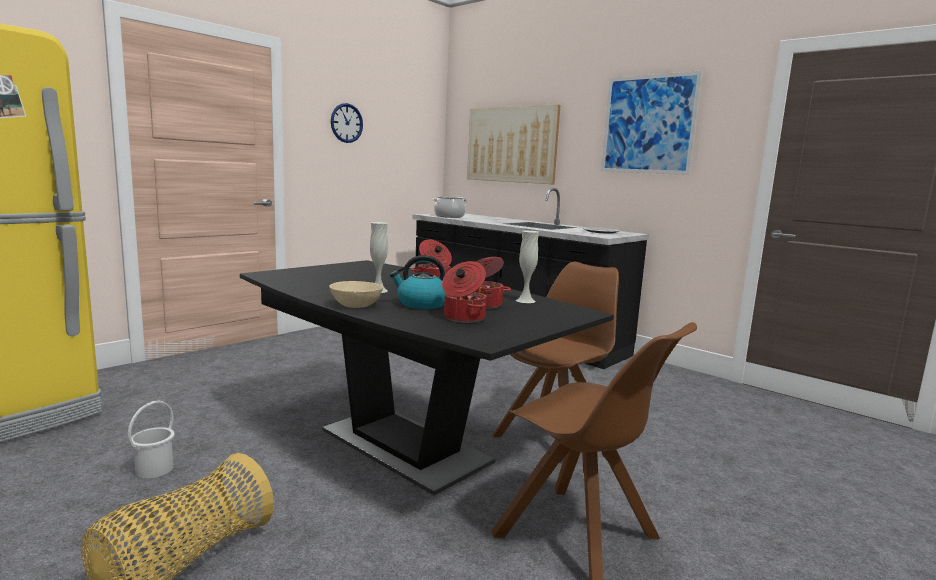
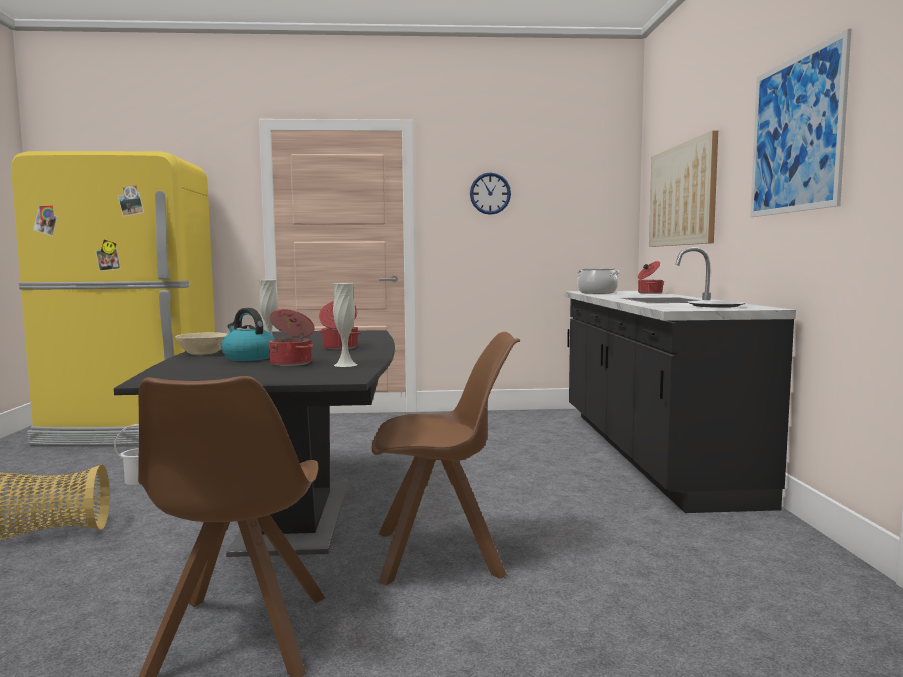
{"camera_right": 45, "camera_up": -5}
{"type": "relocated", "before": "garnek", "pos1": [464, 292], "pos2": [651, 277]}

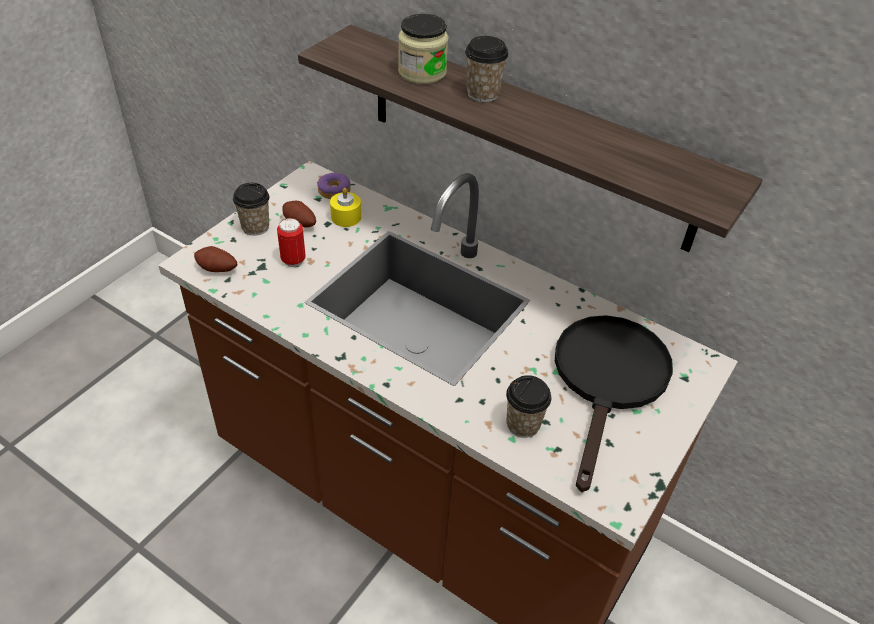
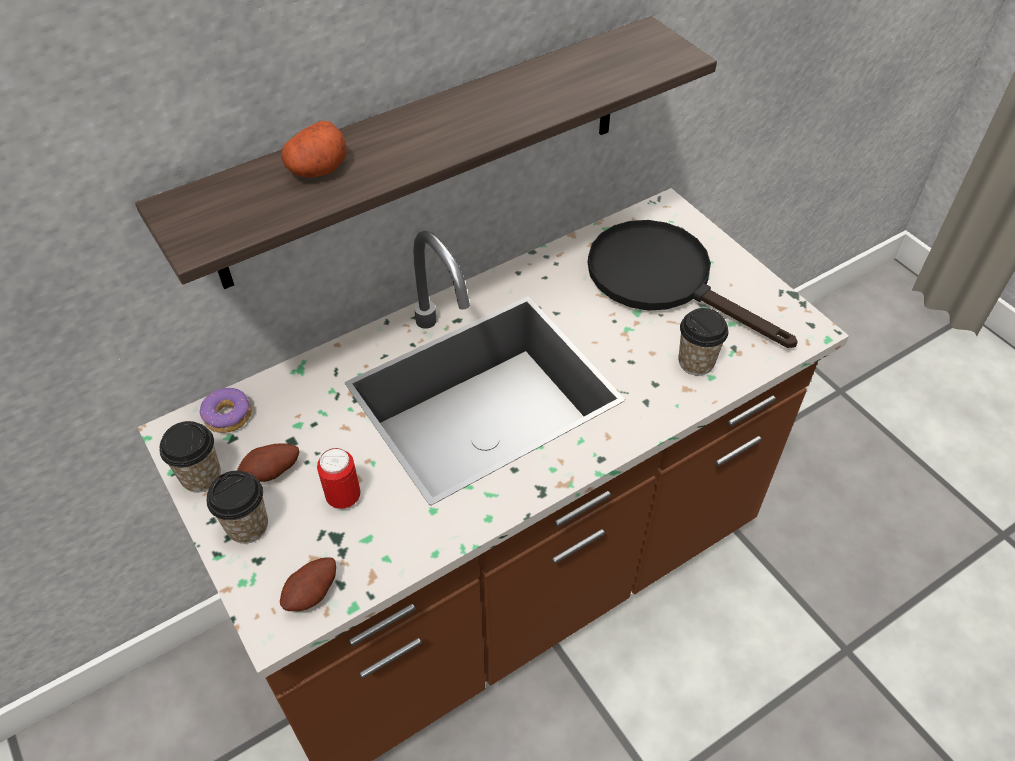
{"camera_right": -65, "camera_up": 5}
{"type": "missing", "before": "świeca [żółty]", "pos1": [345, 207]}
{"type": "relocated", "before": "filiżanka", "pos1": [486, 69], "pos2": [190, 457]}
{"type": "exchanged", "before": "słoik", "after": "ziemniak", "pos1": [423, 49], "pos2": [314, 149]}

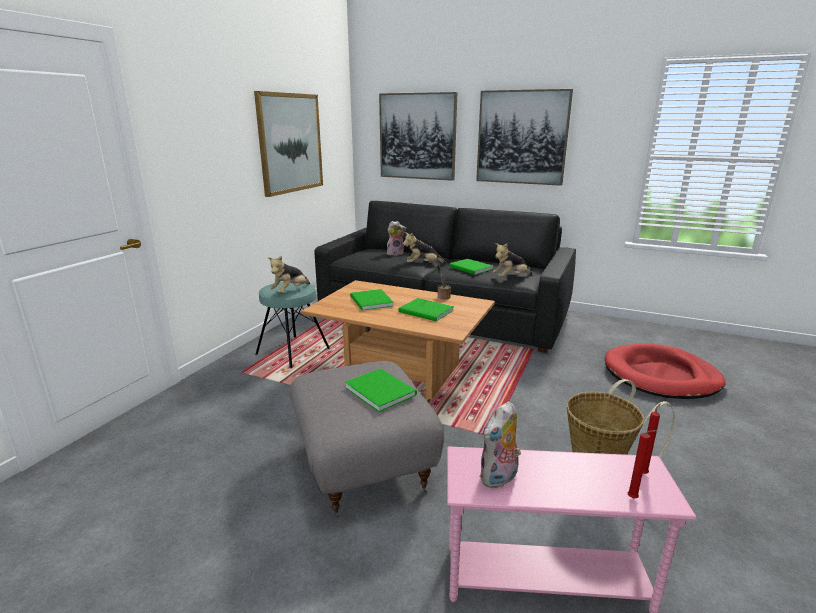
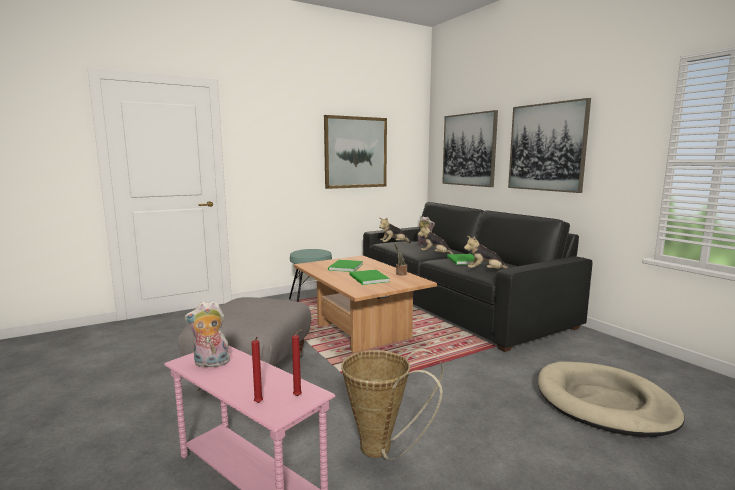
{"camera_right": 35, "camera_up": -10}
{"type": "missing", "before": "książka [zielony]", "pos1": [380, 390]}
{"type": "relocated", "before": "pluszak", "pos1": [289, 274], "pos2": [395, 230]}
{"type": "colour", "before": "legowisko [czerwony]", "after": "legowisko [beżowy]", "pos1": [665, 371], "pos2": [611, 398]}

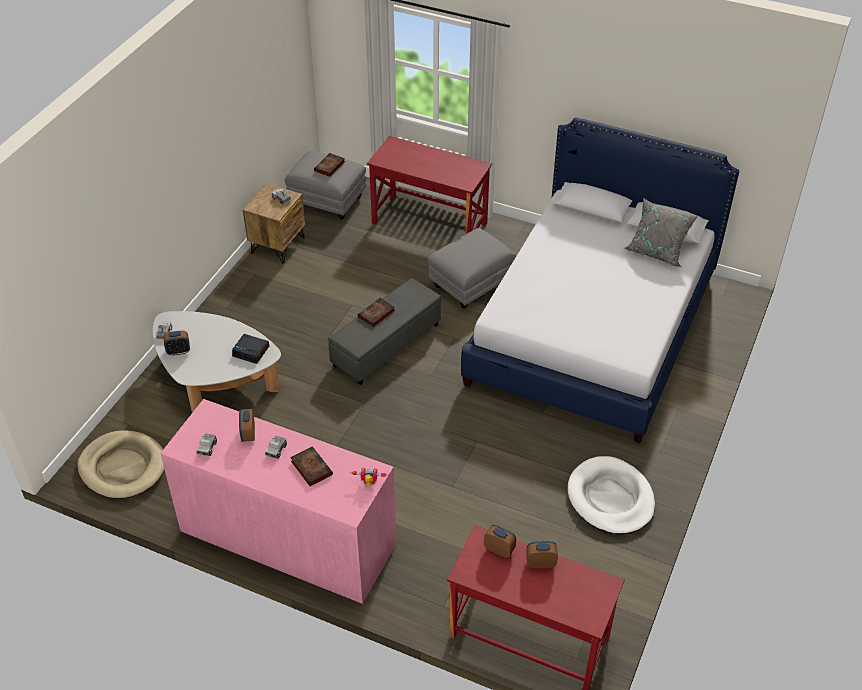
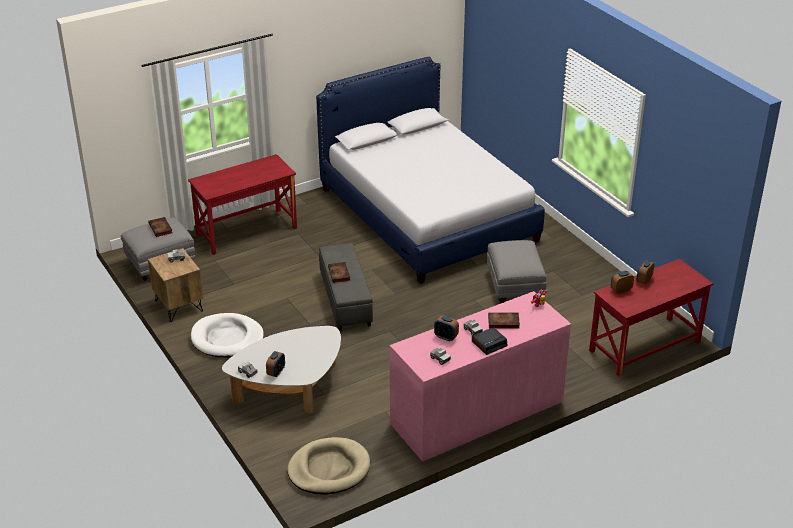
{"camera_right": -55, "camera_up": -10}
{"type": "missing", "before": "poduszka [szary]", "pos1": [661, 232]}
{"type": "relocated", "before": "budzik", "pos1": [250, 349], "pos2": [490, 341]}
{"type": "relocated", "before": "pufa [szary]", "pos1": [472, 268], "pos2": [516, 271]}
{"type": "relocated", "before": "legowisko [biały]", "pos1": [611, 495], "pos2": [227, 335]}

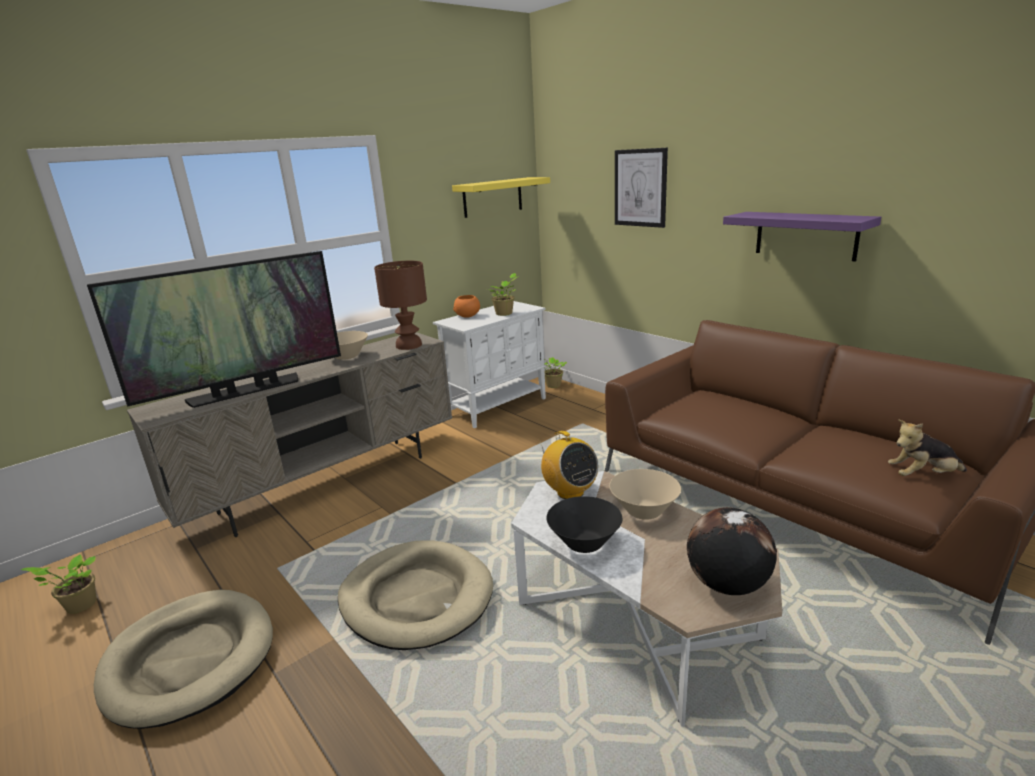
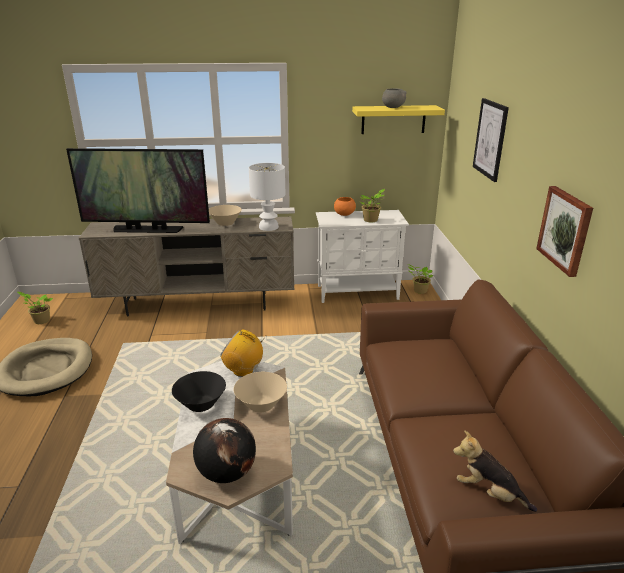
{"camera_right": 35, "camera_up": 5}
{"type": "missing", "before": "legowisko [beżowy]", "pos1": [415, 595]}
{"type": "appeared", "after": "miska [szary]", "pos2": [394, 98]}
{"type": "exchanged", "before": "półka [fioletowy]", "after": "obraz", "pos1": [802, 237], "pos2": [564, 231]}
{"type": "colour", "before": "lampa stołowa [brązowy]", "after": "lampa stołowa [biały]", "pos1": [400, 305], "pos2": [267, 197]}
{"type": "spun", "before": "radio", "pos1": [568, 465], "pos2": [243, 353], "turn": 105}

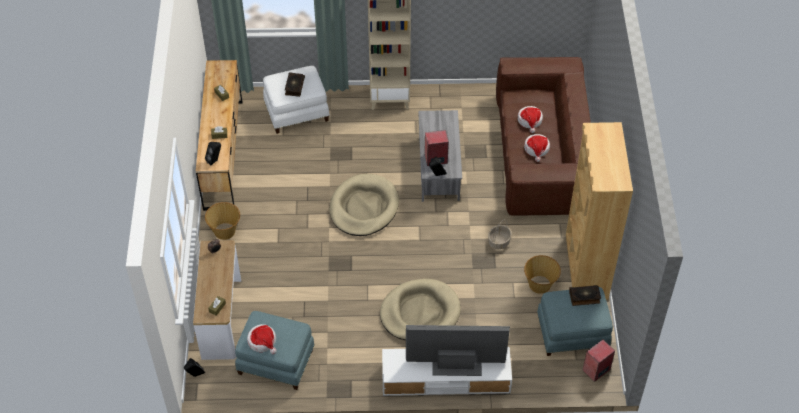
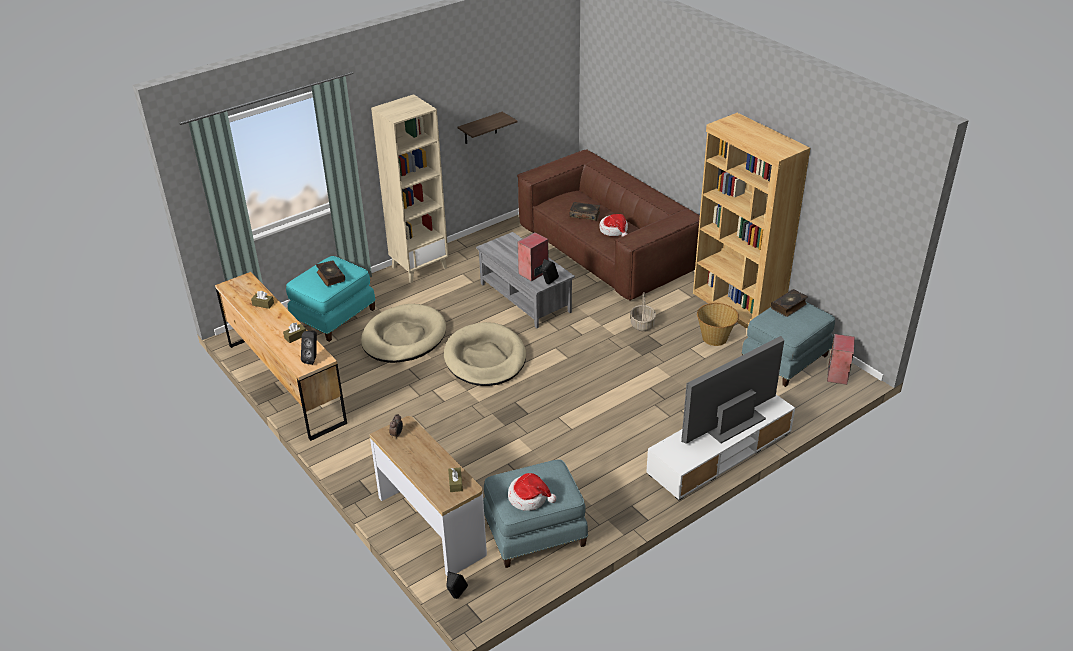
{"camera_right": -35, "camera_up": -15}
{"type": "missing", "before": "koszyk", "pos1": [222, 221]}
{"type": "appeared", "after": "półka", "pos2": [488, 128]}
{"type": "relocated", "before": "legowisko [beżowy]", "pos1": [420, 310], "pos2": [403, 333]}
{"type": "exchanged", "before": "kapelusz", "after": "książka", "pos1": [530, 119], "pos2": [585, 211]}
{"type": "colour", "before": "pufa [biały]", "after": "pufa [turkusowy]", "pos1": [296, 100], "pos2": [331, 299]}

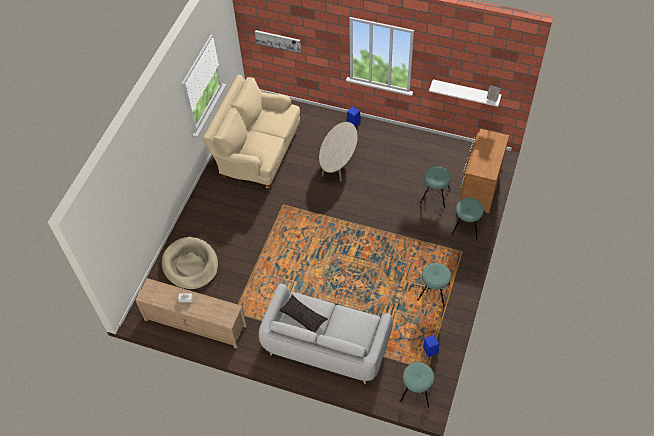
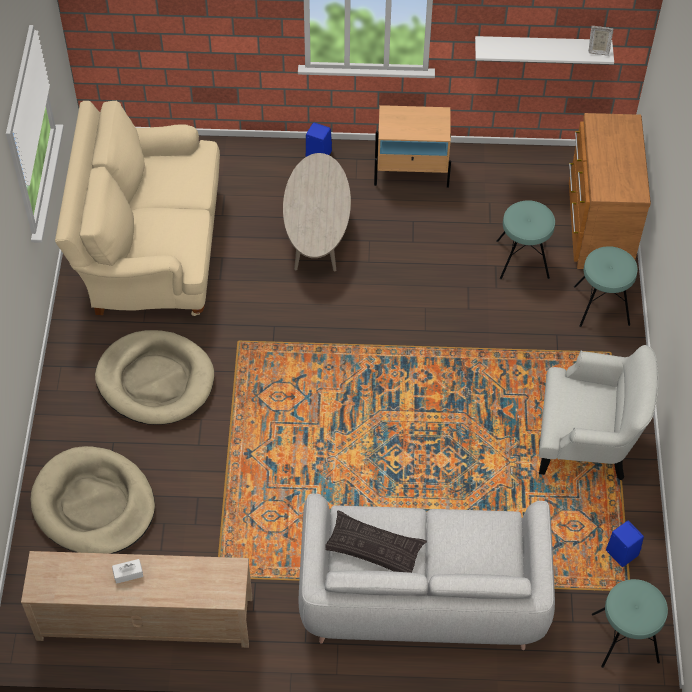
{"camera_right": -20, "camera_up": 0}
{"type": "missing", "before": "obraz", "pos1": [278, 41]}
{"type": "appeared", "after": "legowisko [beżowy]", "pos2": [154, 377]}
{"type": "appeared", "after": "szafka nocna [beżowy]", "pos2": [412, 146]}
{"type": "exchanged", "before": "stołek [turkusowy]", "after": "fotel [biały]", "pos1": [434, 285], "pos2": [598, 412]}

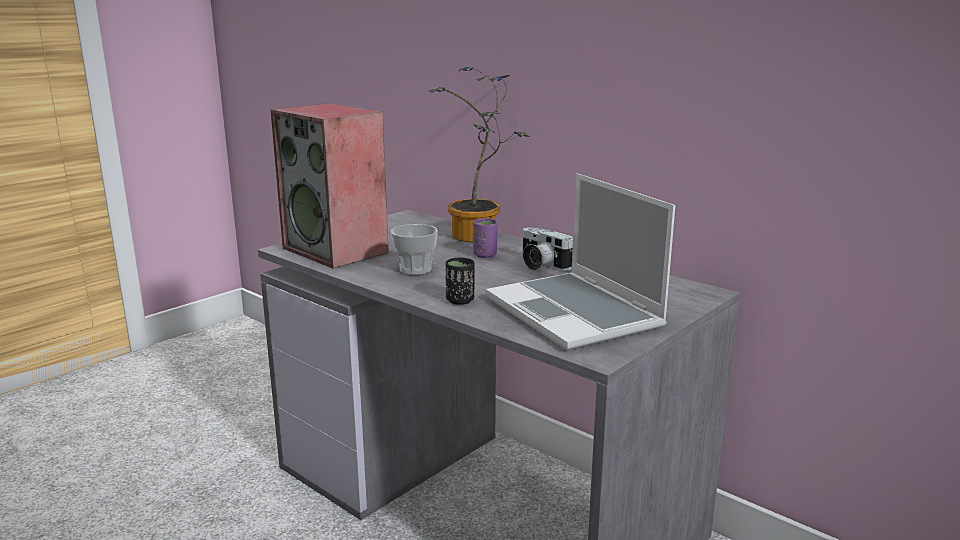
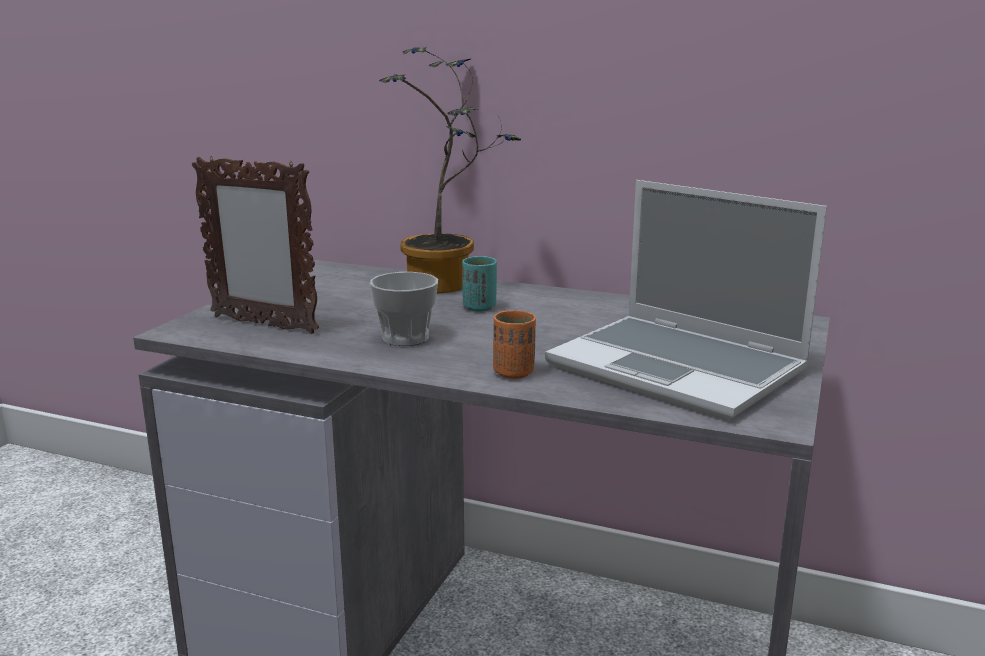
{"camera_right": -20, "camera_up": 0}
{"type": "missing", "before": "aparat fotograficzny", "pos1": [548, 249]}
{"type": "exchanged", "before": "głośnik", "after": "ramka na zdjęcie", "pos1": [330, 186], "pos2": [255, 245]}
{"type": "colour", "before": "filiżanka [czarny]", "after": "filiżanka [pomarańczowy]", "pos1": [460, 281], "pos2": [514, 344]}
{"type": "colour", "before": "filiżanka [fioletowy]", "after": "filiżanka [turkusowy]", "pos1": [485, 238], "pos2": [479, 284]}

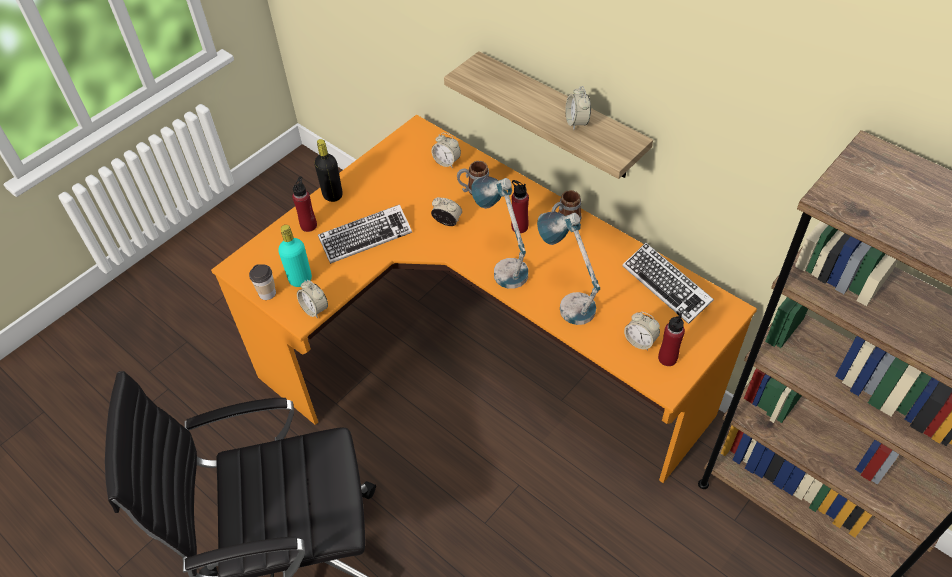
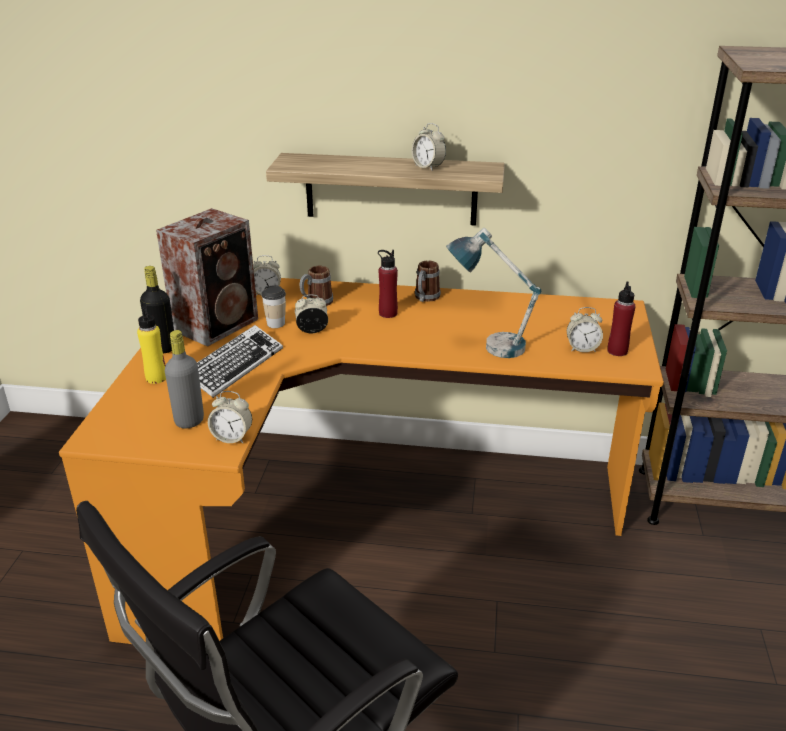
{"camera_right": -35, "camera_up": -20}
{"type": "missing", "before": "lampa stołowa", "pos1": [499, 233]}
{"type": "missing", "before": "klawiatura", "pos1": [668, 283]}
{"type": "appeared", "after": "głośnik", "pos2": [207, 277]}
{"type": "relocated", "before": "filiżanka", "pos1": [262, 282], "pos2": [273, 306]}
{"type": "colour", "before": "butelka [turkusowy]", "after": "butelka [szary]", "pos1": [295, 256], "pos2": [184, 379]}
{"type": "colour", "before": "butelka [czerwony]", "after": "butelka [żółty]", "pos1": [304, 204], "pos2": [151, 344]}

